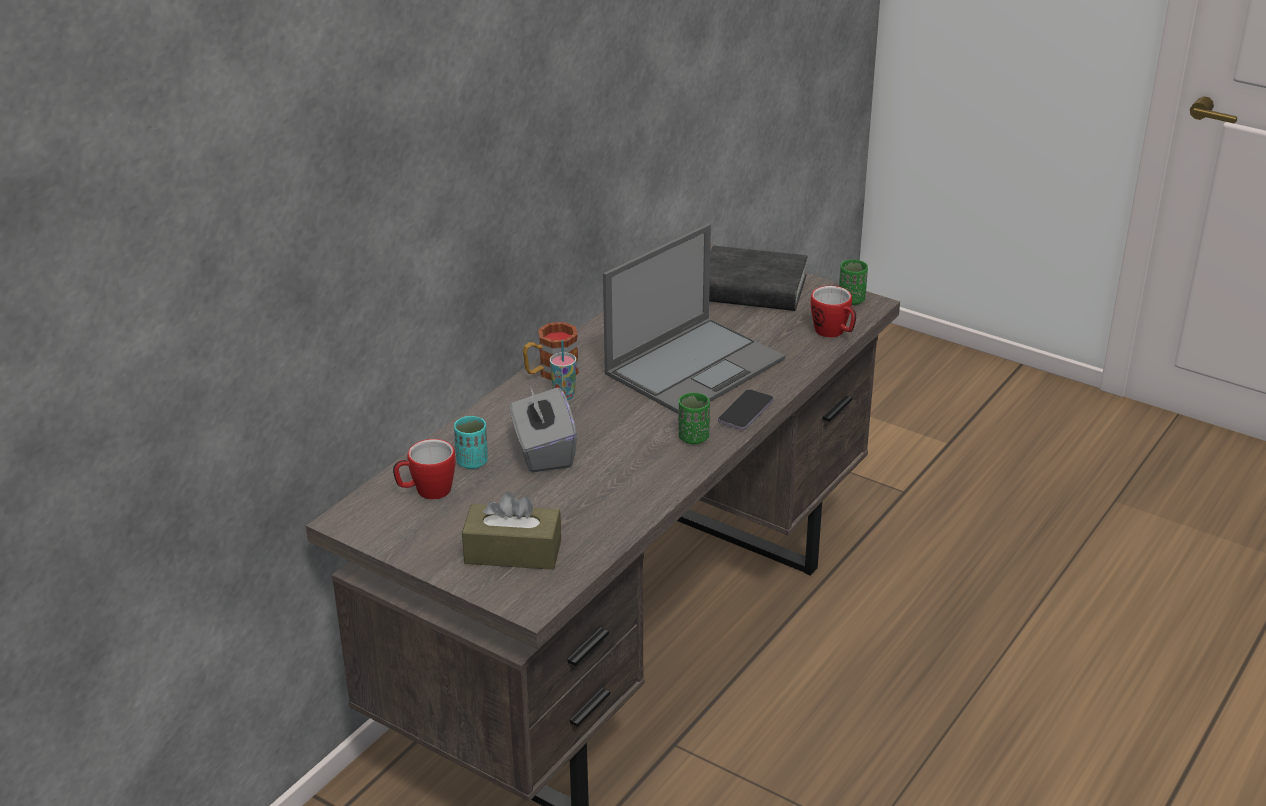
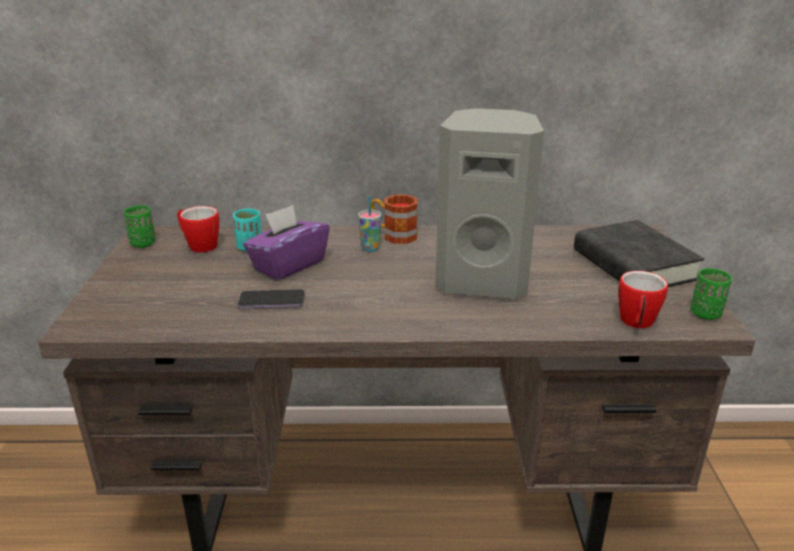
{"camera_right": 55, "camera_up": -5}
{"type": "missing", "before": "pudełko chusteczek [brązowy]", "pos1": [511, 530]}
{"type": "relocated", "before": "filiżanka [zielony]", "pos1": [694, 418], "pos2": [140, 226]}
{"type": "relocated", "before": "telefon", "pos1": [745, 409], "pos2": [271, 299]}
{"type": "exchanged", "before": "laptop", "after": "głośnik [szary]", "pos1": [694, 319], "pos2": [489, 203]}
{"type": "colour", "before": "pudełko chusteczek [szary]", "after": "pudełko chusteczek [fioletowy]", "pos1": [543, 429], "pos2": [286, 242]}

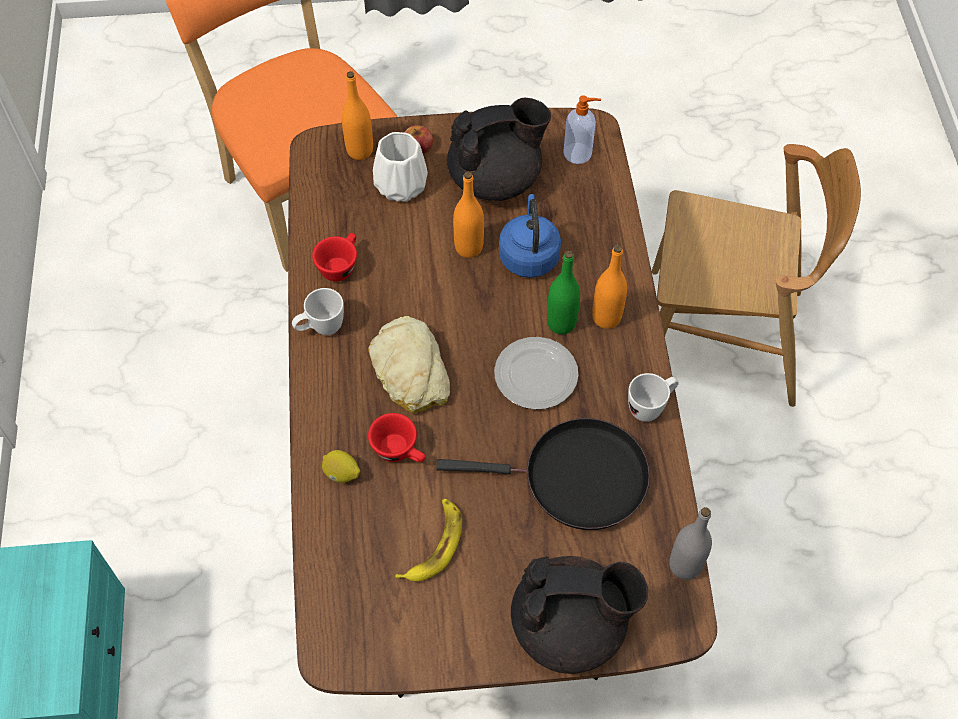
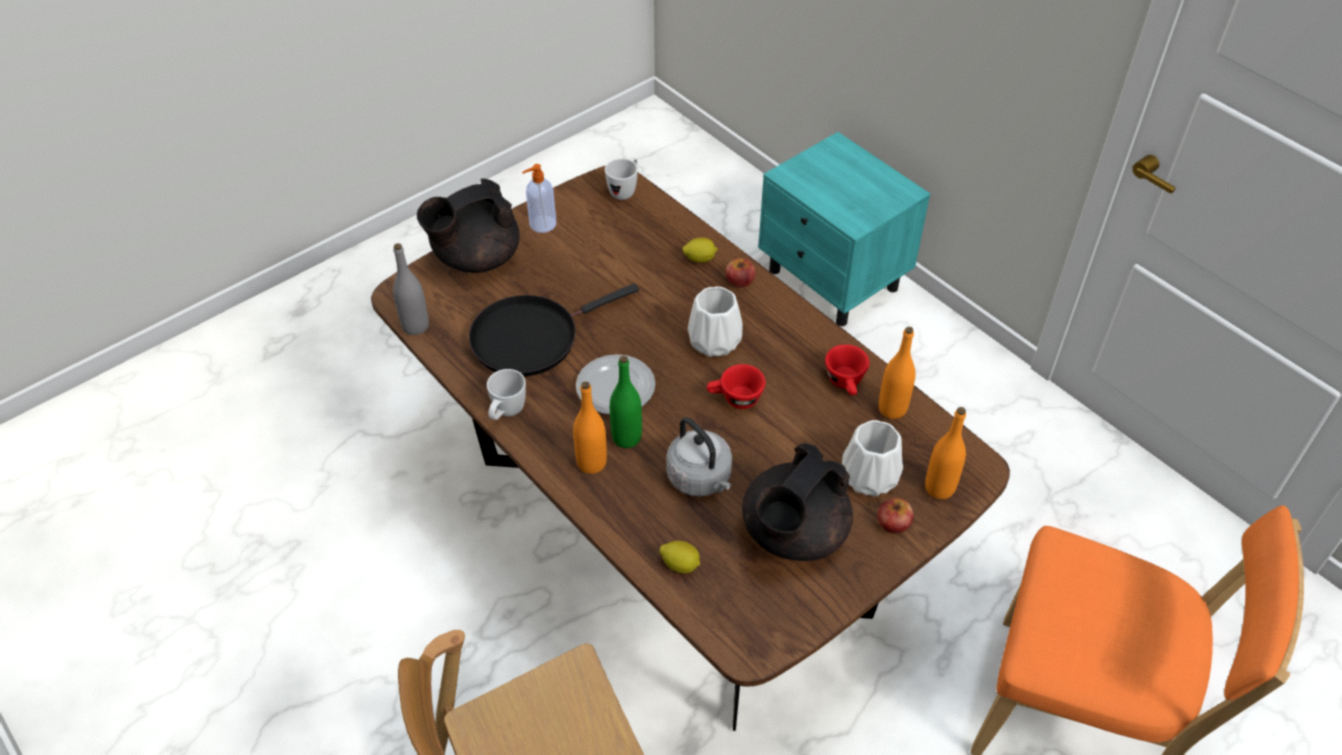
{"camera_right": 145, "camera_up": -10}
{"type": "missing", "before": "banan", "pos1": [429, 540]}
{"type": "appeared", "after": "cytryna", "pos2": [679, 557]}
{"type": "appeared", "after": "jabłko", "pos2": [741, 272]}
{"type": "relocated", "before": "kubek [biały]", "pos1": [318, 311], "pos2": [621, 178]}
{"type": "relocated", "before": "filiżanka [czerwony]", "pos1": [397, 437], "pos2": [736, 386]}
{"type": "relocated", "before": "butelka [pomarańczowy]", "pos1": [468, 215], "pos2": [897, 373]}
{"type": "relocated", "before": "dozownik mydła", "pos1": [582, 130], "pos2": [539, 198]}
{"type": "exchanged", "before": "chleb", "after": "wazon [biały]", "pos1": [409, 364], "pos2": [715, 322]}
{"type": "colour", "before": "czajnik [niebieski]", "after": "czajnik [szary]", "pos1": [530, 236], "pos2": [699, 457]}

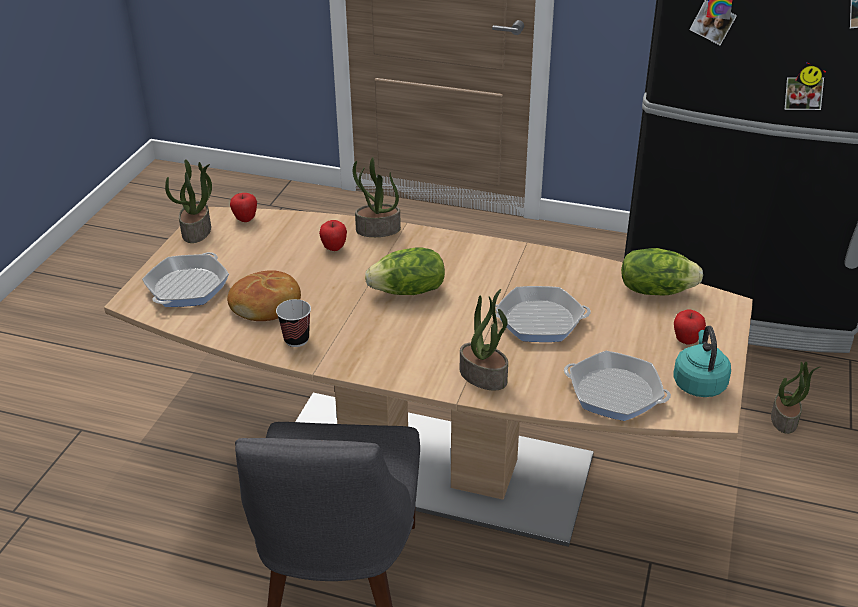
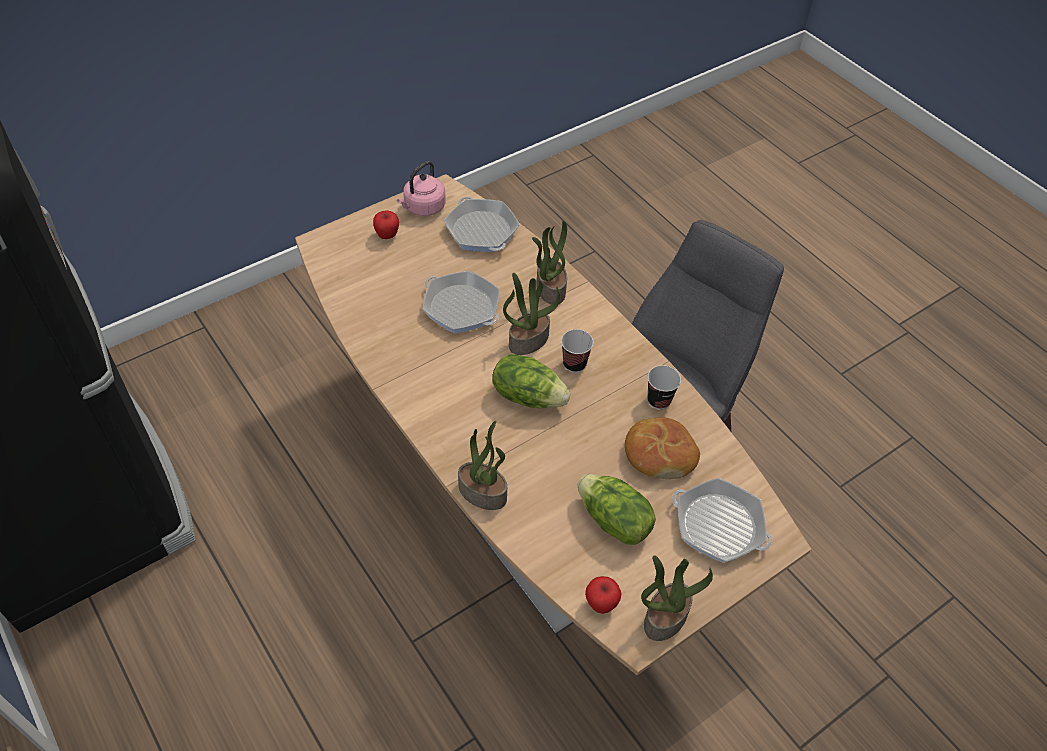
{"camera_right": -145, "camera_up": 15}
{"type": "missing", "before": "jabłko", "pos1": [333, 235]}
{"type": "appeared", "after": "filiżanka", "pos2": [577, 351]}
{"type": "relocated", "before": "sałata", "pos1": [662, 271], "pos2": [616, 509]}
{"type": "relocated", "before": "roślina doniczkowa", "pos1": [795, 398], "pos2": [531, 314]}
{"type": "colour", "before": "czajnik [turkusowy]", "after": "czajnik [różowy]", "pos1": [702, 361], "pos2": [421, 188]}
{"type": "spun", "before": "patelnia", "pos1": [185, 279], "pos2": [722, 520], "turn": 60}

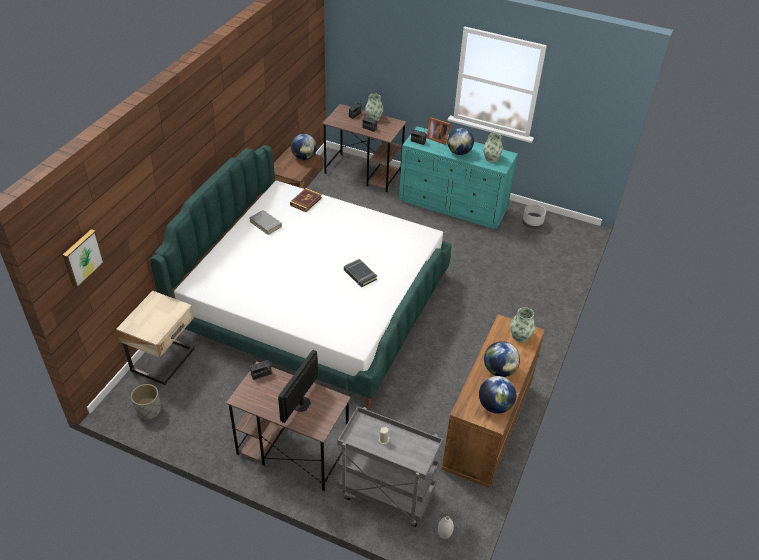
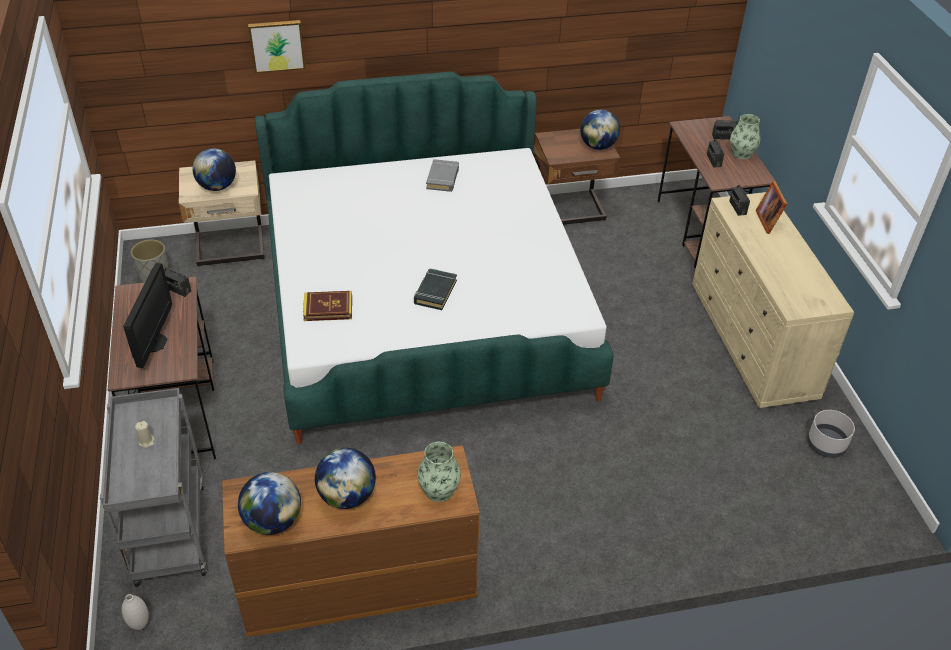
{"camera_right": 55, "camera_up": 0}
{"type": "missing", "before": "wazon", "pos1": [493, 147]}
{"type": "relocated", "before": "obraz", "pos1": [83, 258], "pos2": [277, 46]}
{"type": "relocated", "before": "książka", "pos1": [306, 200], "pos2": [327, 306]}
{"type": "relocated", "before": "globus", "pos1": [460, 141], "pos2": [214, 169]}
{"type": "colour", "before": "komoda [turkusowy]", "after": "komoda [beżowy]", "pos1": [458, 177], "pos2": [773, 300]}
{"type": "spun", "before": "monitor", "pos1": [298, 386], "pos2": [147, 315], "turn": 105}

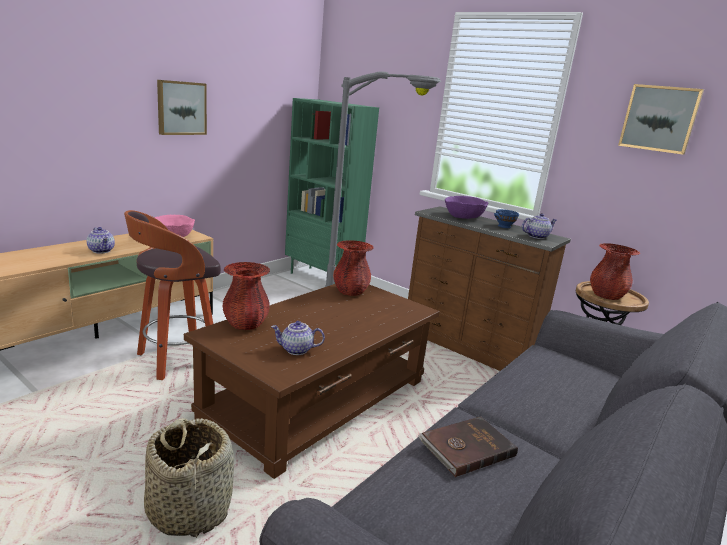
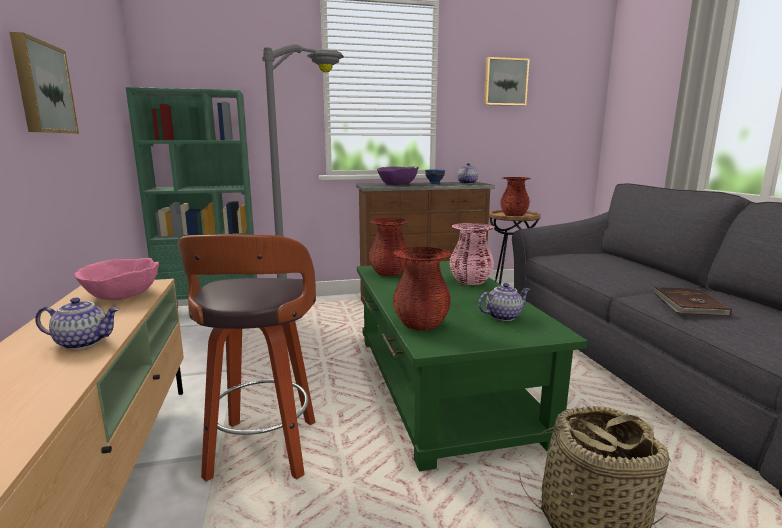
{"camera_right": -50, "camera_up": -5}
{"type": "appeared", "after": "wazon [różowy]", "pos2": [472, 254]}
{"type": "colour", "before": "ława [brązowy]", "after": "ława [zielony]", "pos1": [312, 381], "pos2": [472, 366]}
{"type": "spun", "before": "imbryk", "pos1": [298, 338], "pos2": [504, 302], "turn": -150}

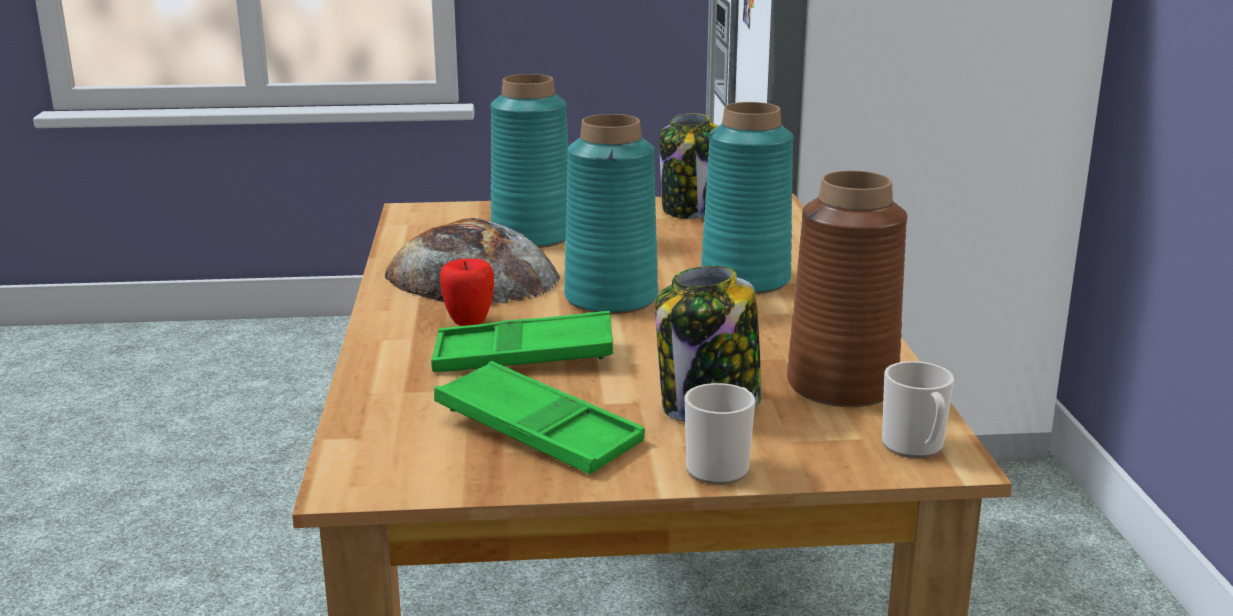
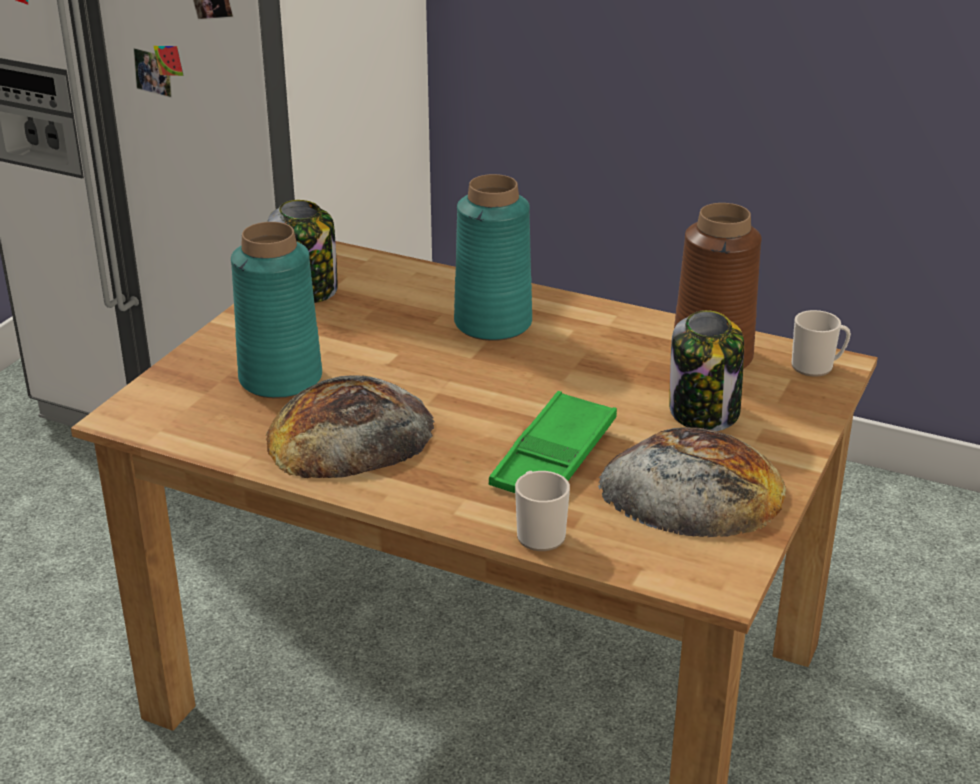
{"camera_right": -60, "camera_up": 10}
{"type": "missing", "before": "jabłko", "pos1": [467, 292]}
{"type": "missing", "before": "wazon [turkusowy]", "pos1": [611, 214]}
{"type": "relocated", "before": "kubek", "pos1": [719, 434], "pos2": [542, 511]}
{"type": "exchanged", "before": "taca [zielony]", "after": "chleb", "pos1": [539, 417], "pos2": [692, 482]}

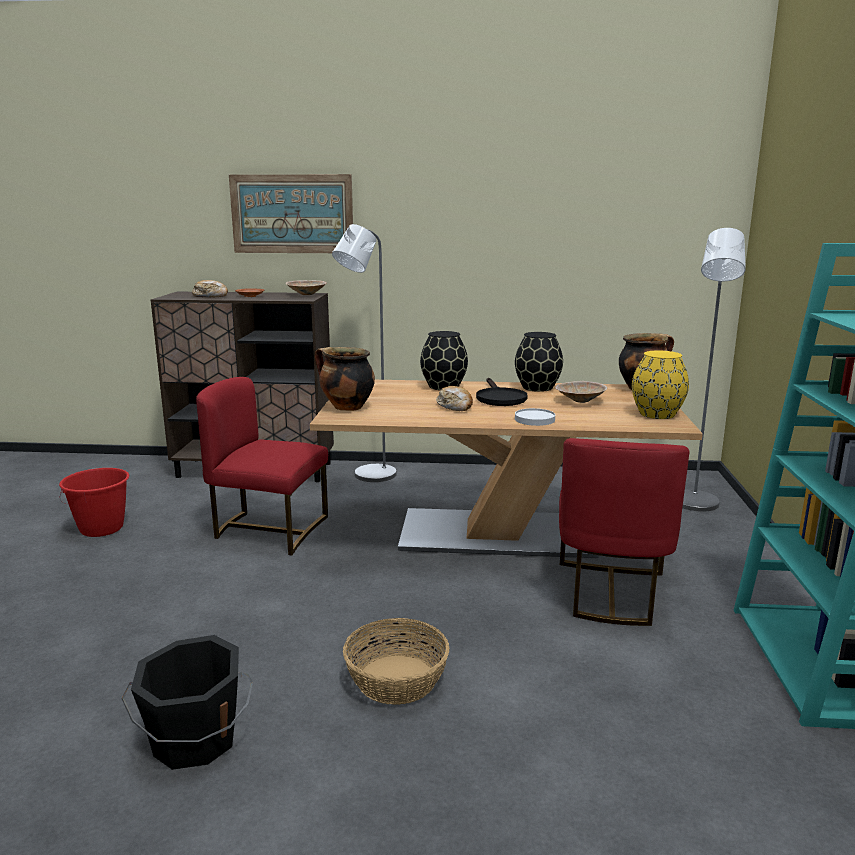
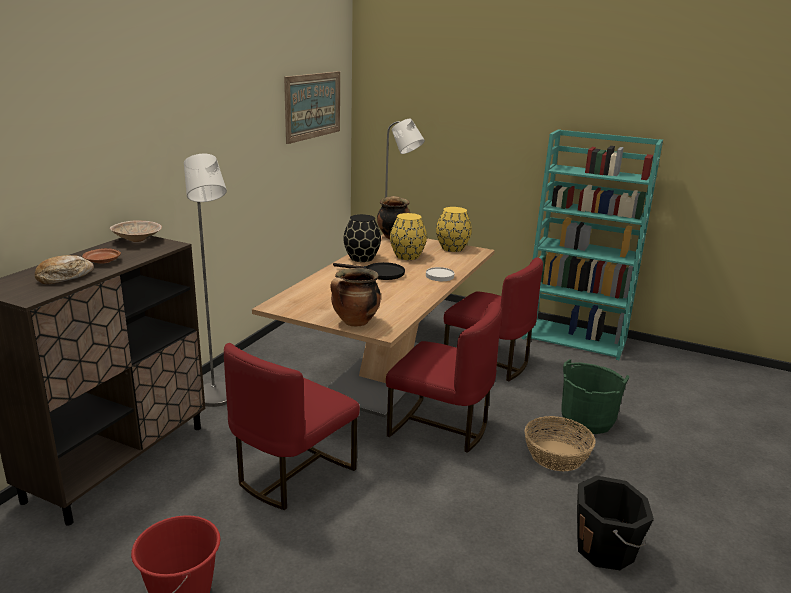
{"camera_right": -70, "camera_up": 5}
{"type": "missing", "before": "wazon [czarny]", "pos1": [444, 360]}
{"type": "missing", "before": "chleb", "pos1": [454, 398]}
{"type": "appeared", "after": "krzesło [czerwony]", "pos2": [444, 377]}
{"type": "appeared", "after": "wiadro [zielony]", "pos2": [595, 396]}
{"type": "relocated", "before": "obraz", "pos1": [291, 213], "pos2": [312, 107]}
{"type": "exchanged", "before": "miska [beżowy]", "after": "wazon [żółty]", "pos1": [581, 392], "pos2": [408, 236]}

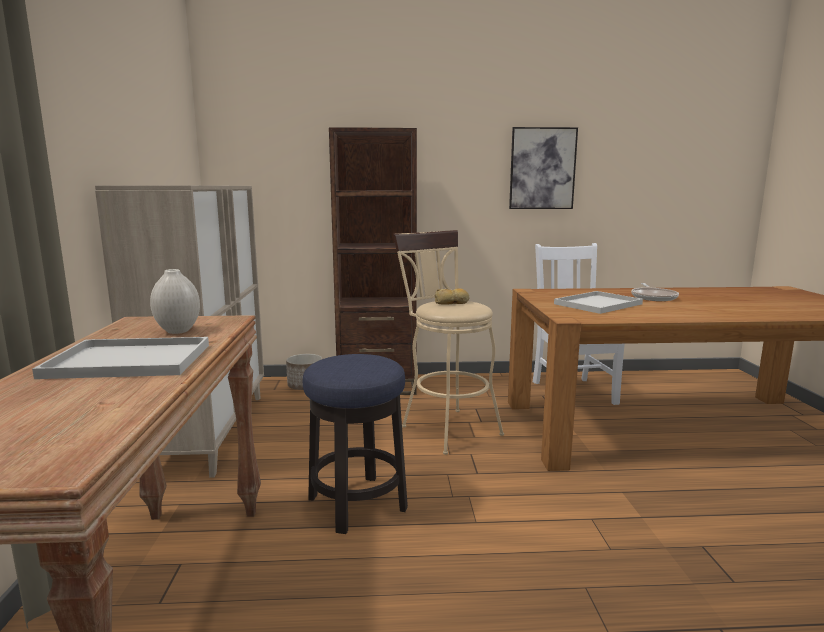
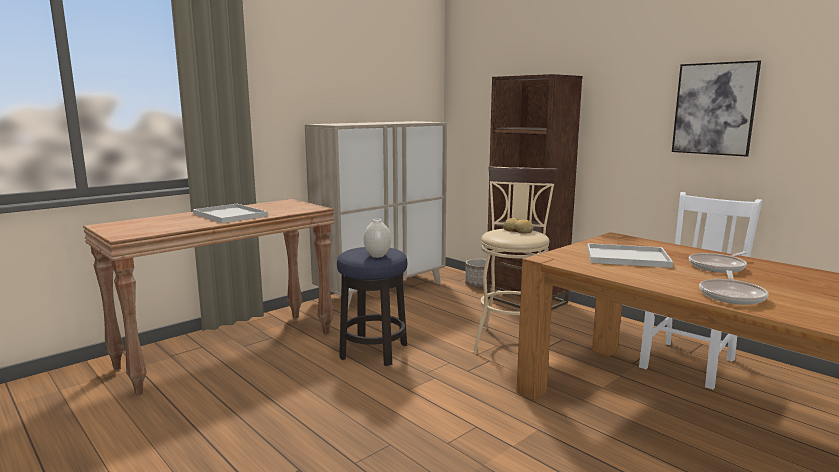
{"camera_right": 50, "camera_up": 0}
{"type": "appeared", "after": "patelnia", "pos2": [734, 287]}
{"type": "relocated", "before": "wazon [biały]", "pos1": [175, 301], "pos2": [377, 238]}

